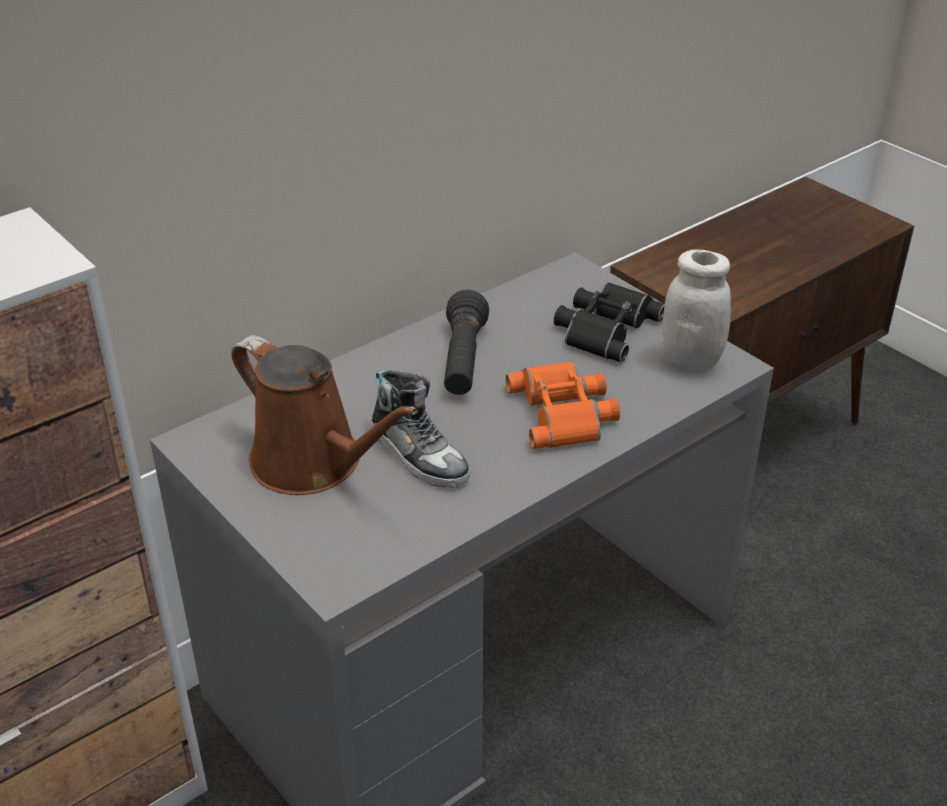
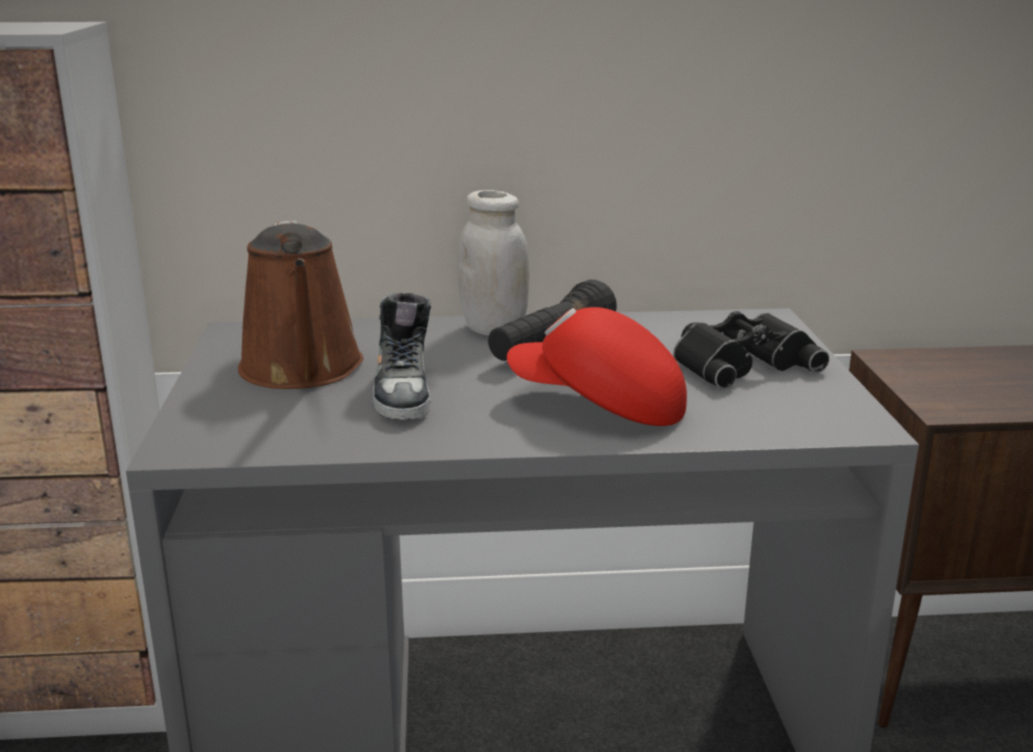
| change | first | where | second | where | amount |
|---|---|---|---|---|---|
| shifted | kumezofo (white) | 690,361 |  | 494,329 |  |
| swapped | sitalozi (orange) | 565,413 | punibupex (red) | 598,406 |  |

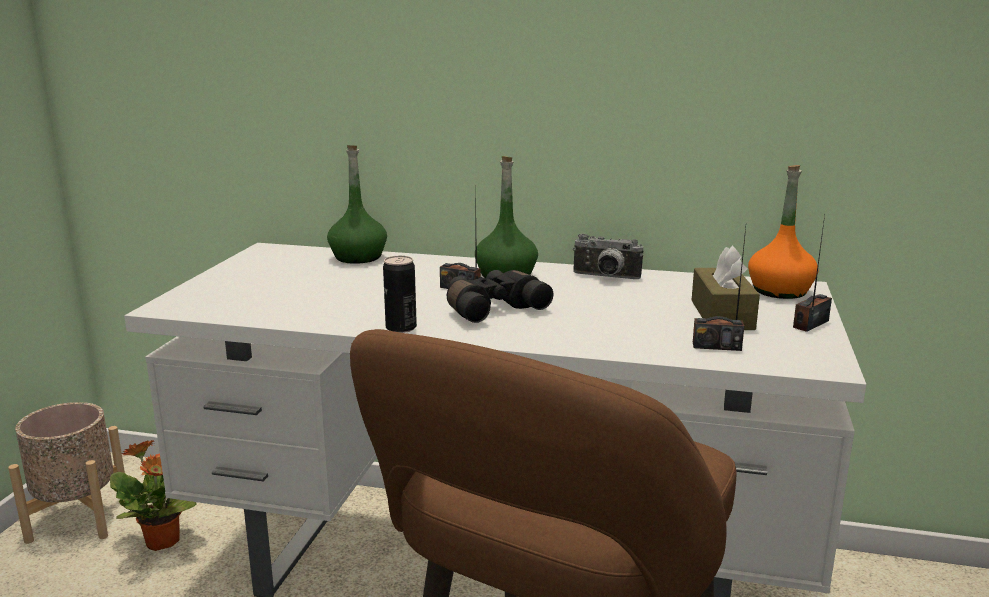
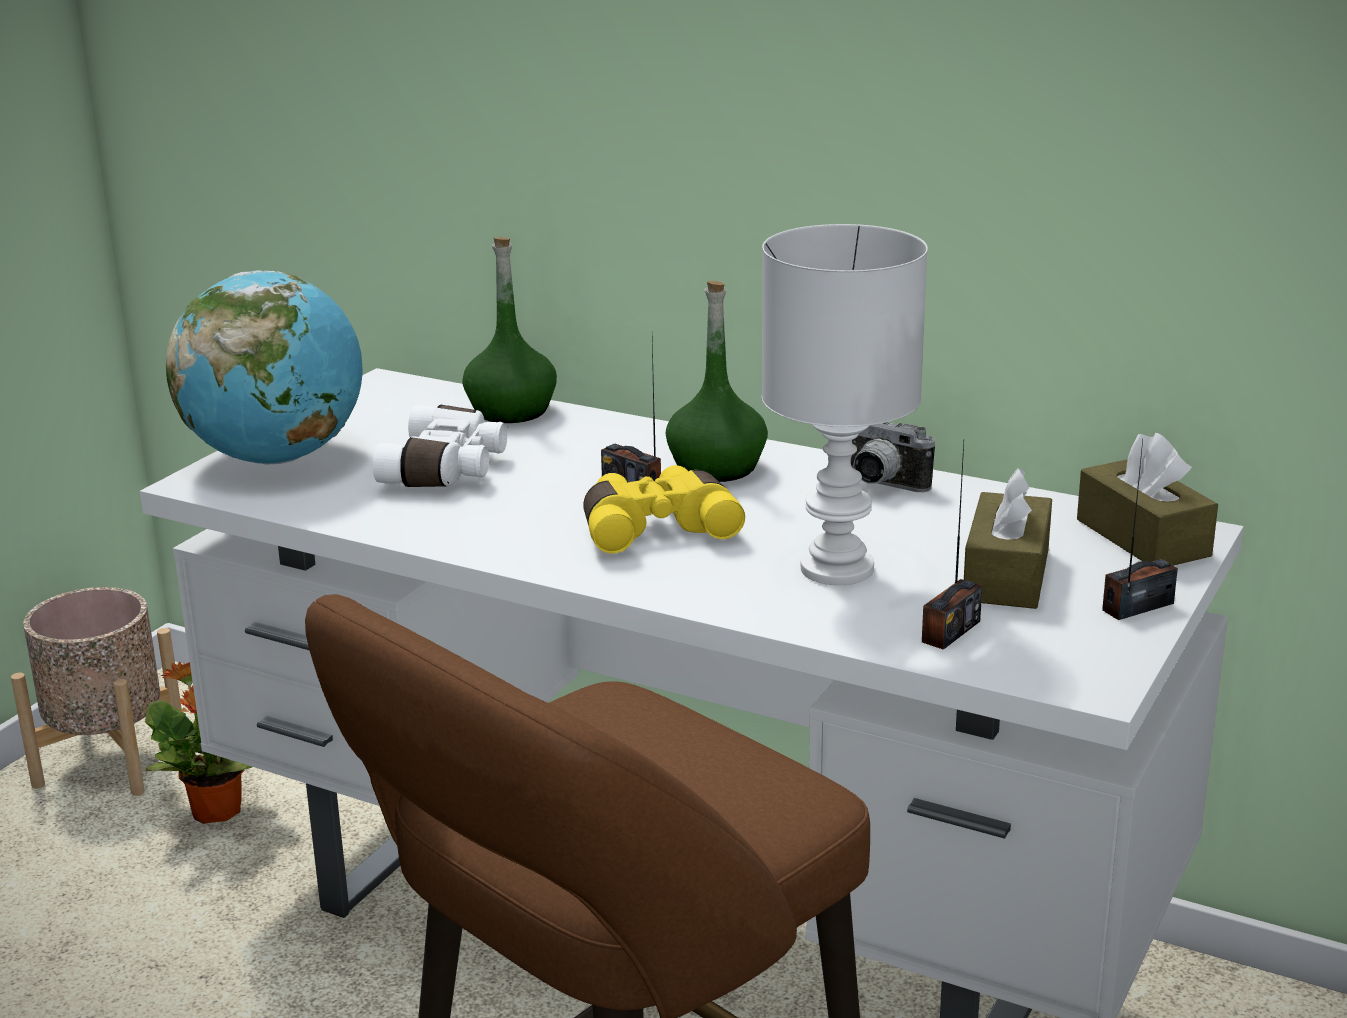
| change | first | where | second | where | amount |
|---|---|---|---|---|---|
| new |  |  | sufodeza | 277,457 |  |
| new |  |  | sitalozi (white) | 448,469 |  |
| repainted | sitalozi (black) | 492,308 | sitalozi (yellow) | 656,528 |  |
| new |  |  | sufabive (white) | 839,570 |  |
| rotated | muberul | 716,346 |  | 950,631 | 75 degrees counterclockwise |
| swapped | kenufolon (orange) | 779,291 | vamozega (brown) | 1142,538 |  |
| gone | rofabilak | 401,328 |  |  |  |

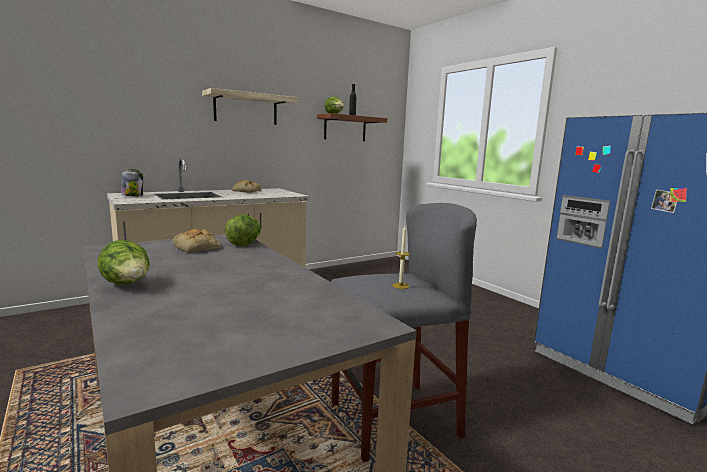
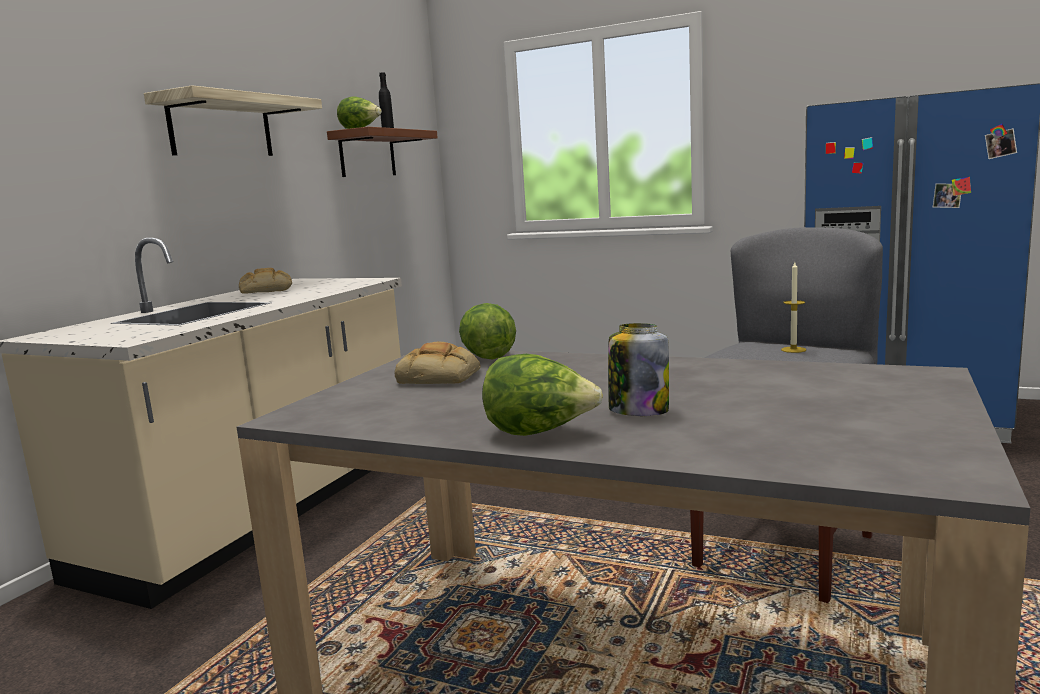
| change | first | where | second | where | amount |
|---|---|---|---|---|---|
| shifted | kumezofo | 133,196 |  | 638,410 |  |

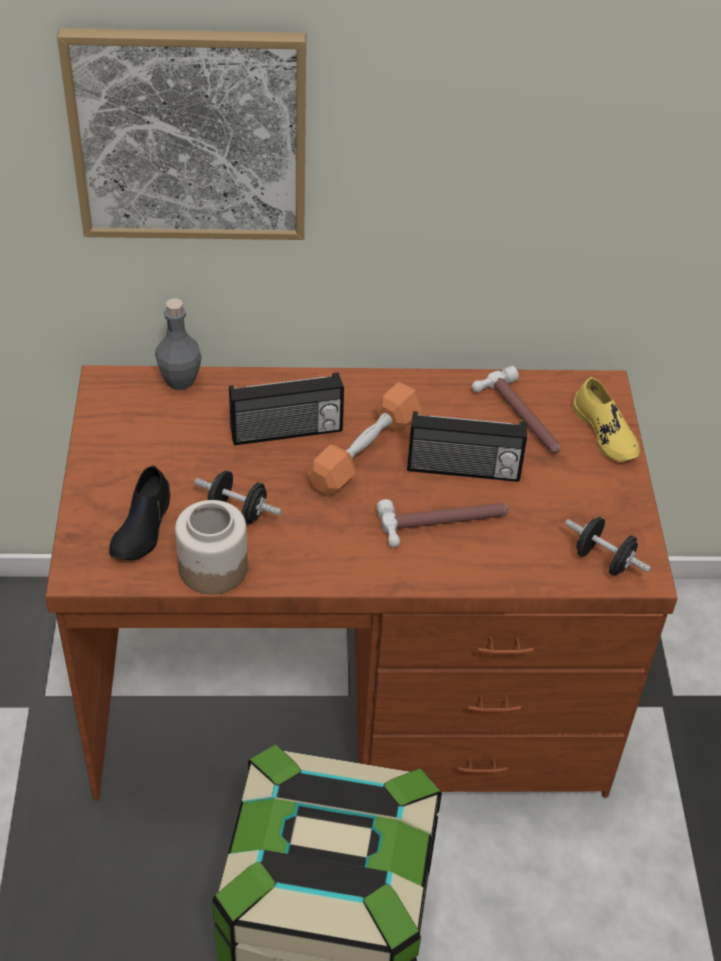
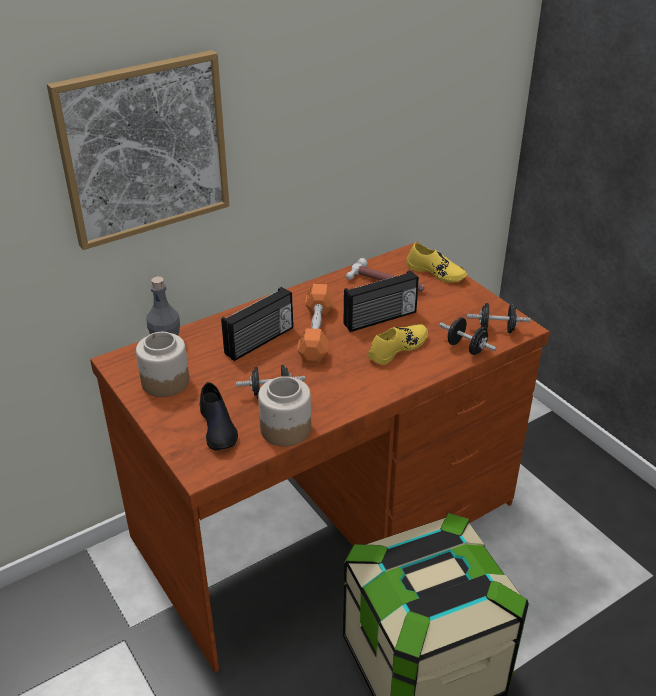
| change | first | where | second | where | amount |
|---|---|---|---|---|---|
| new |  |  | kumezofo | 165,381 |  |
| swapped | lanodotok | 445,523 | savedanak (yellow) | 397,348 |  |
| new |  |  | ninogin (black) | 466,348 |  |

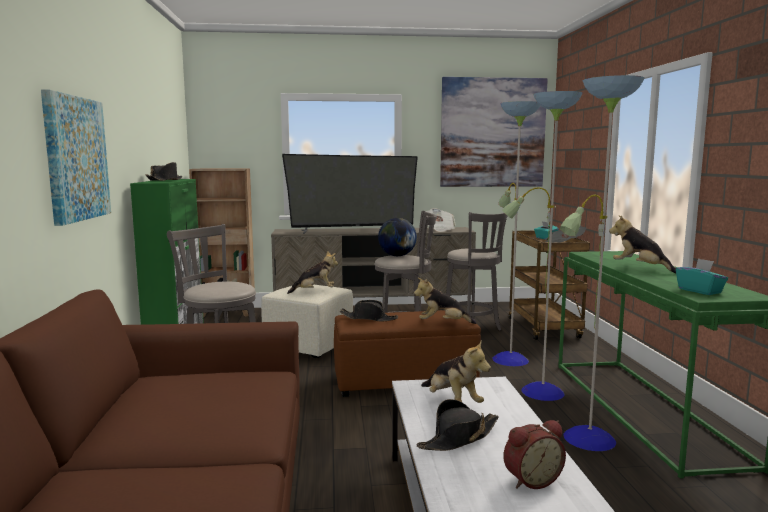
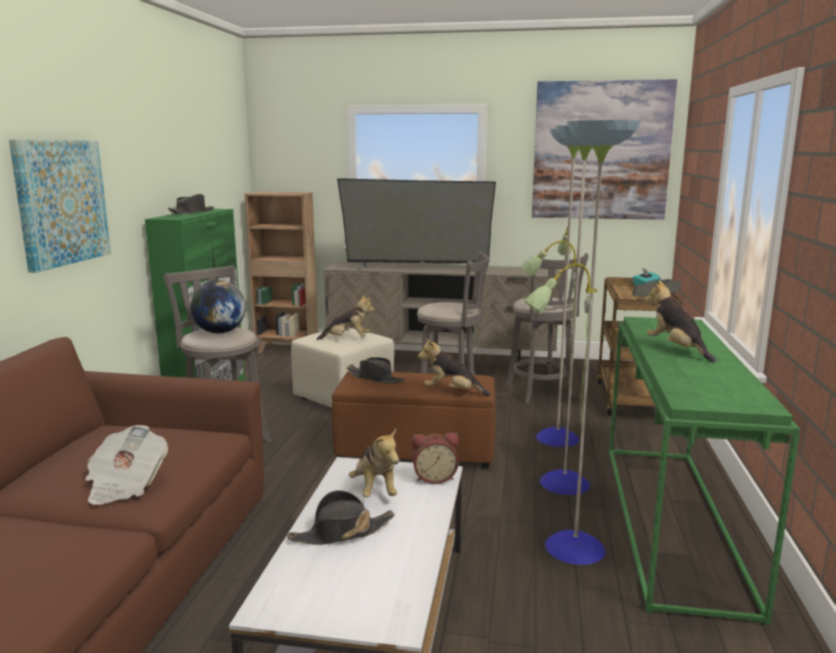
| change | first | where | second | where | amount |
|---|---|---|---|---|---|
| shifted | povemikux | 439,229 |  | 125,485 |  |
| shifted | sufodeza | 397,256 |  | 220,332 |  |
| shifted | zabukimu | 531,480 |  | 434,477 |  |
| gone | vamozega (turquoise) | 700,291 |  |  |  |

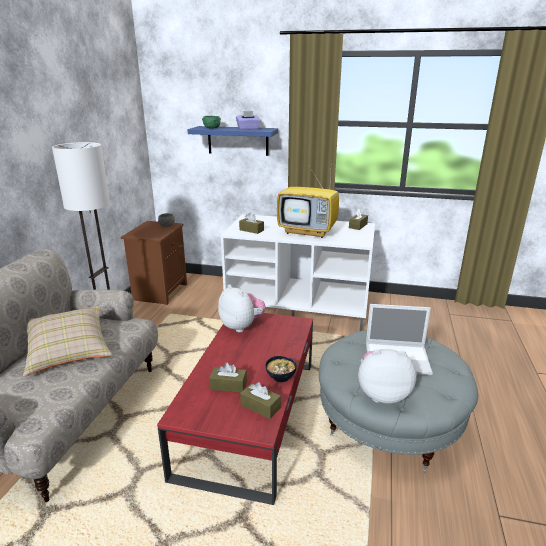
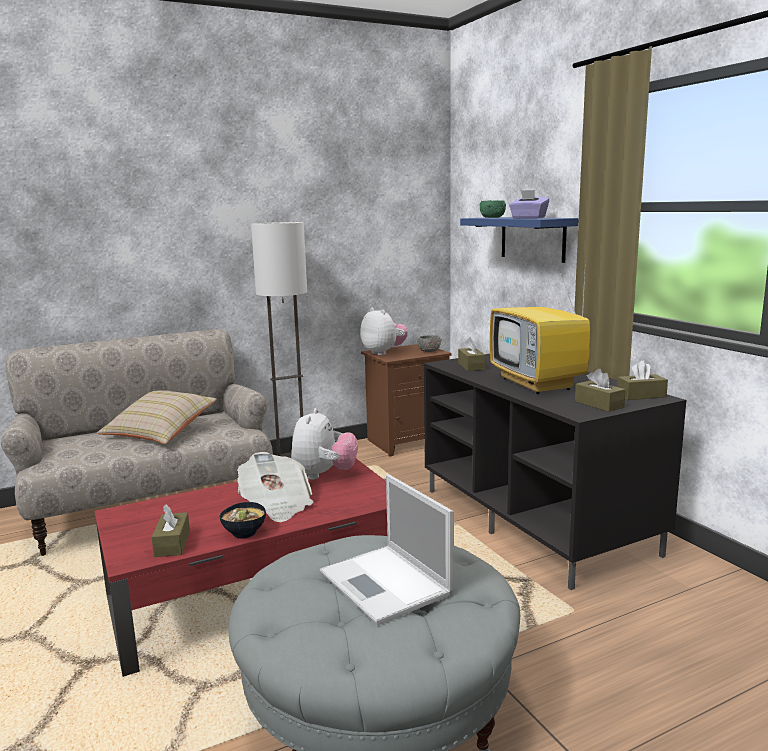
| change | first | where | second | where | amount |
|---|---|---|---|---|---|
| new |  |  | povemikux | 276,505 |  |
| shifted | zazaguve | 382,394 |  | 383,352 |  |
| repainted | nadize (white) | 299,307 | nadize (black) | 537,520 |  |
| shifted | vamozega (brown) | 228,385 |  | 599,404 |  |

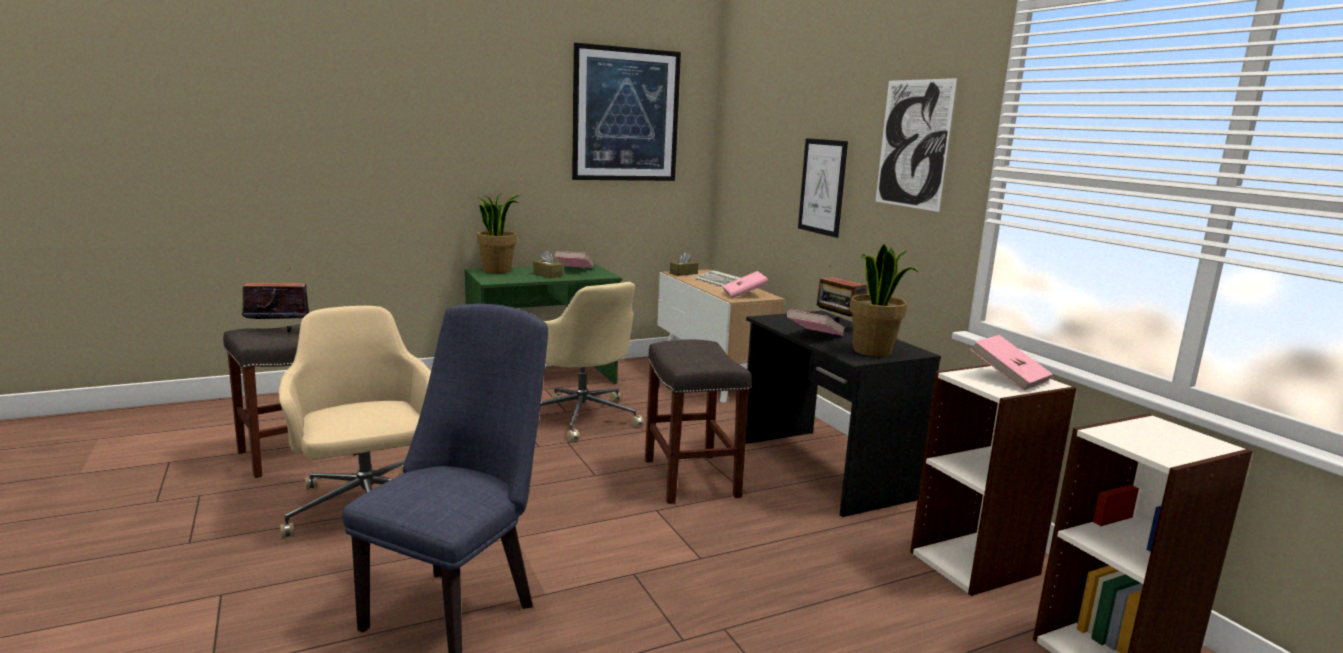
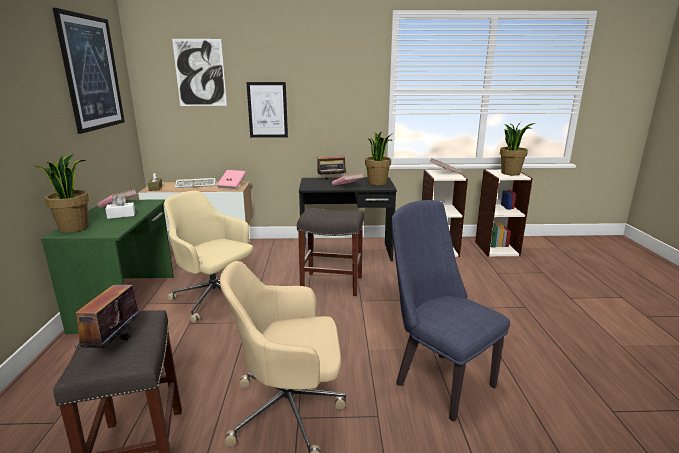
| change | first | where | second | where | amount |
|---|---|---|---|---|---|
| repainted | vamozega (brown) | 548,275 | vamozega (white) | 121,215 |  |
| rotated | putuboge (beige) | 582,416 |  | 215,298 | 135 degrees counterclockwise |
| shifted | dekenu | 913,144 |  | 200,73 |  |
| new |  |  | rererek | 510,173 |  |

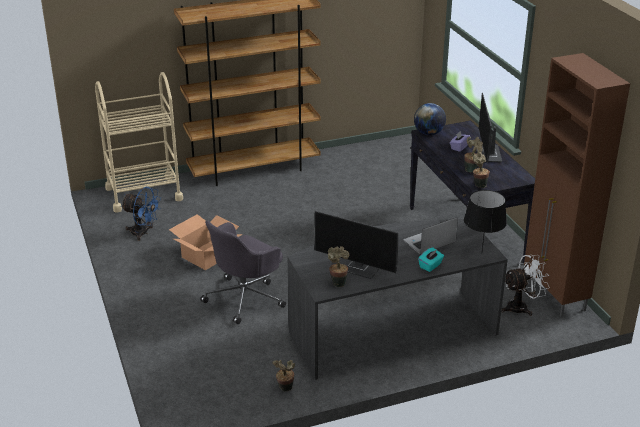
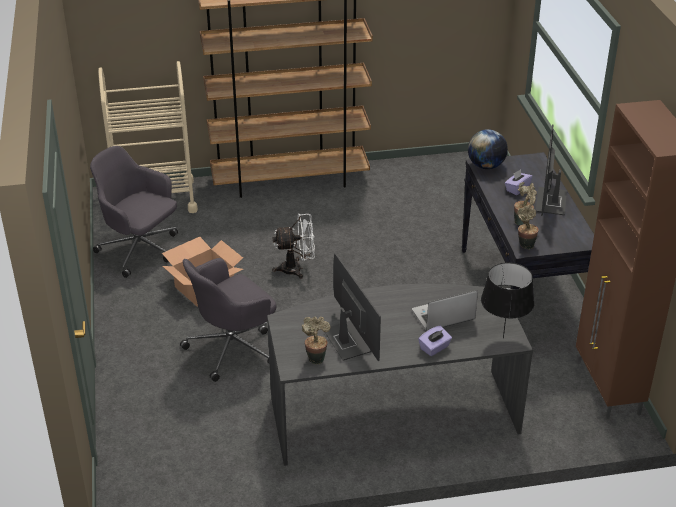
| change | first | where | second | where | amount |
|---|---|---|---|---|---|
| swapped | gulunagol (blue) | 143,233 | putuboge (grey) | 140,250 |  |
| shifted | gulunagol (white) | 521,307 |  | 297,269 |  |
| rotated | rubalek | 358,267 |  | 346,340 | 150 degrees counterclockwise |
| repainted | vamozega (turquoise) | 430,266 | vamozega (purple) | 434,348 |  |
| gone | rererek | 284,388 |  |  |  |

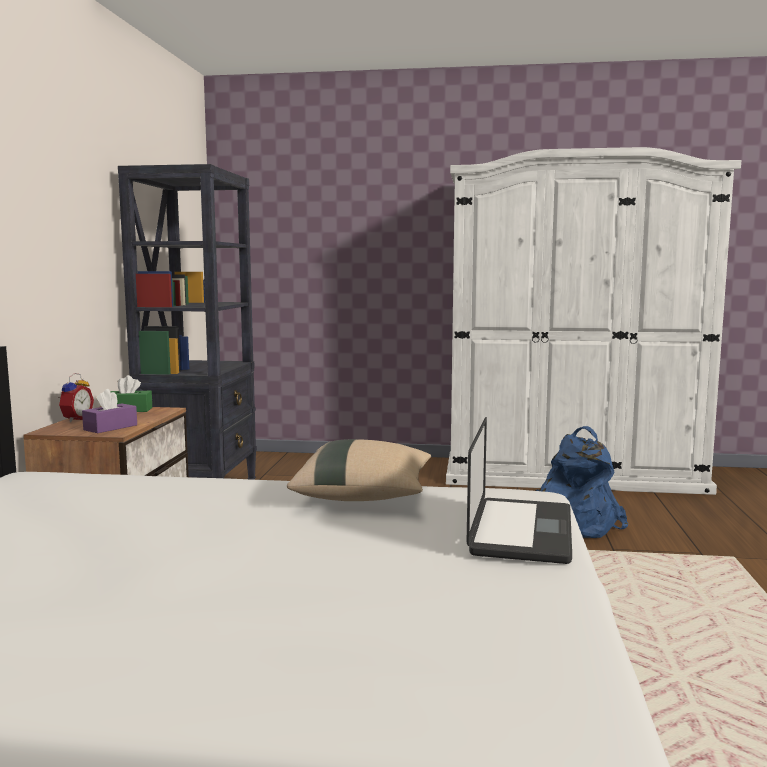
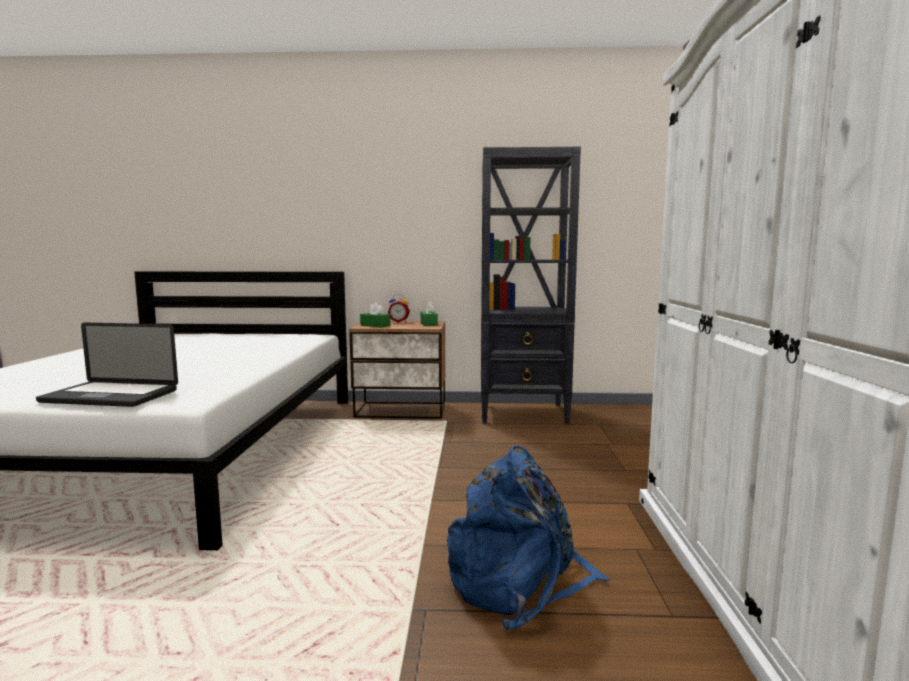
| change | first | where | second | where | amount |
|---|---|---|---|---|---|
| repainted | vamozega (purple) | 110,427 | vamozega (green) | 375,325 |  |
| gone | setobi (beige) | 364,495 |  |  |  |

